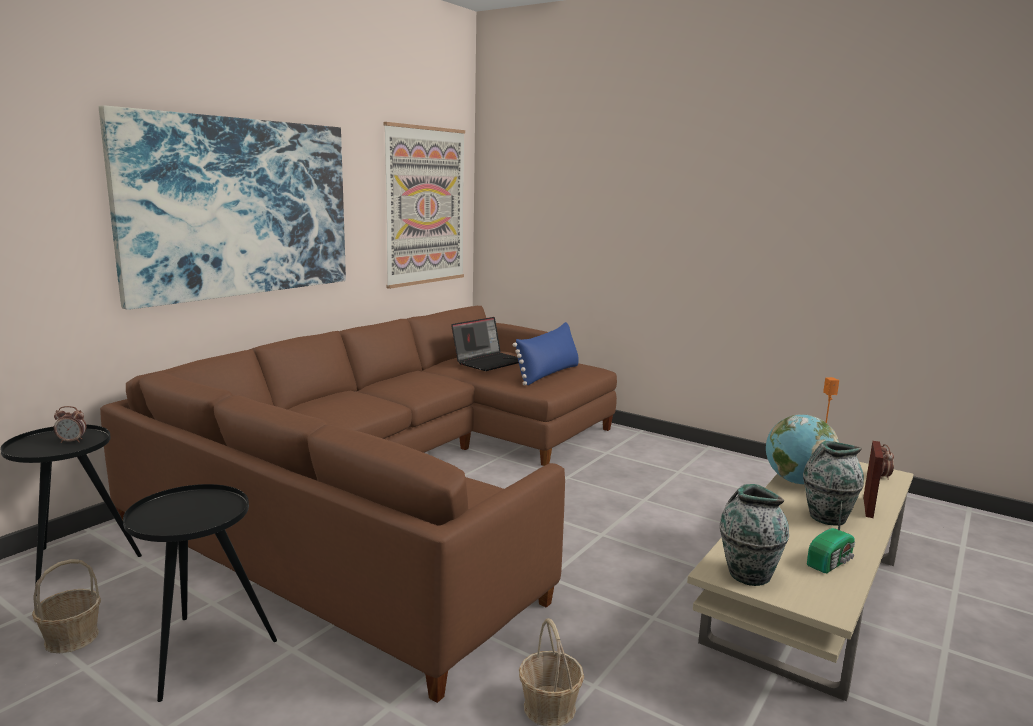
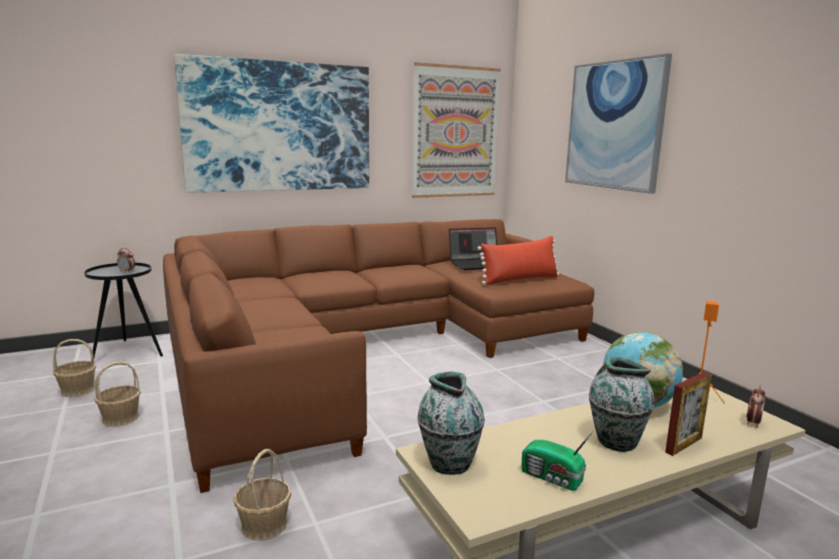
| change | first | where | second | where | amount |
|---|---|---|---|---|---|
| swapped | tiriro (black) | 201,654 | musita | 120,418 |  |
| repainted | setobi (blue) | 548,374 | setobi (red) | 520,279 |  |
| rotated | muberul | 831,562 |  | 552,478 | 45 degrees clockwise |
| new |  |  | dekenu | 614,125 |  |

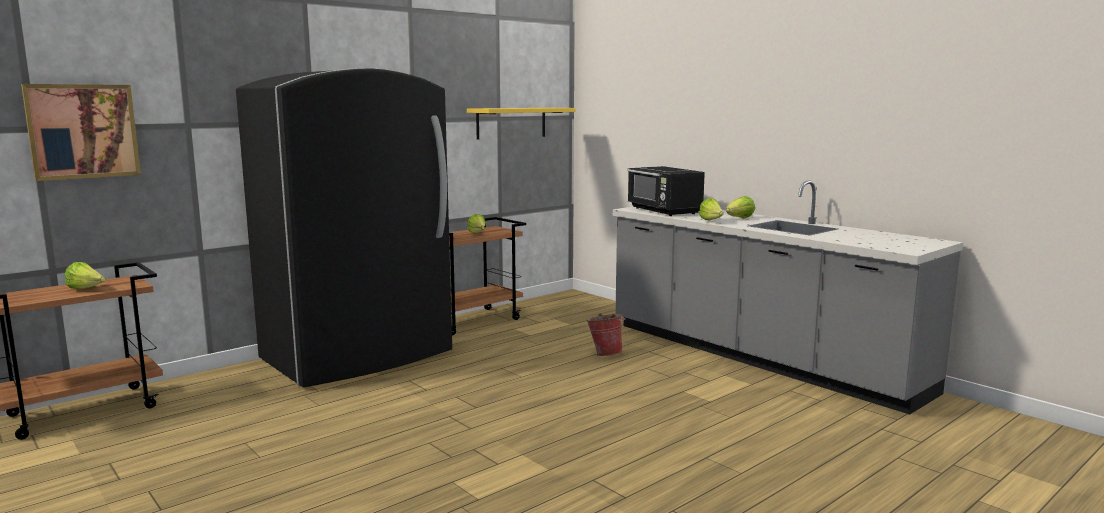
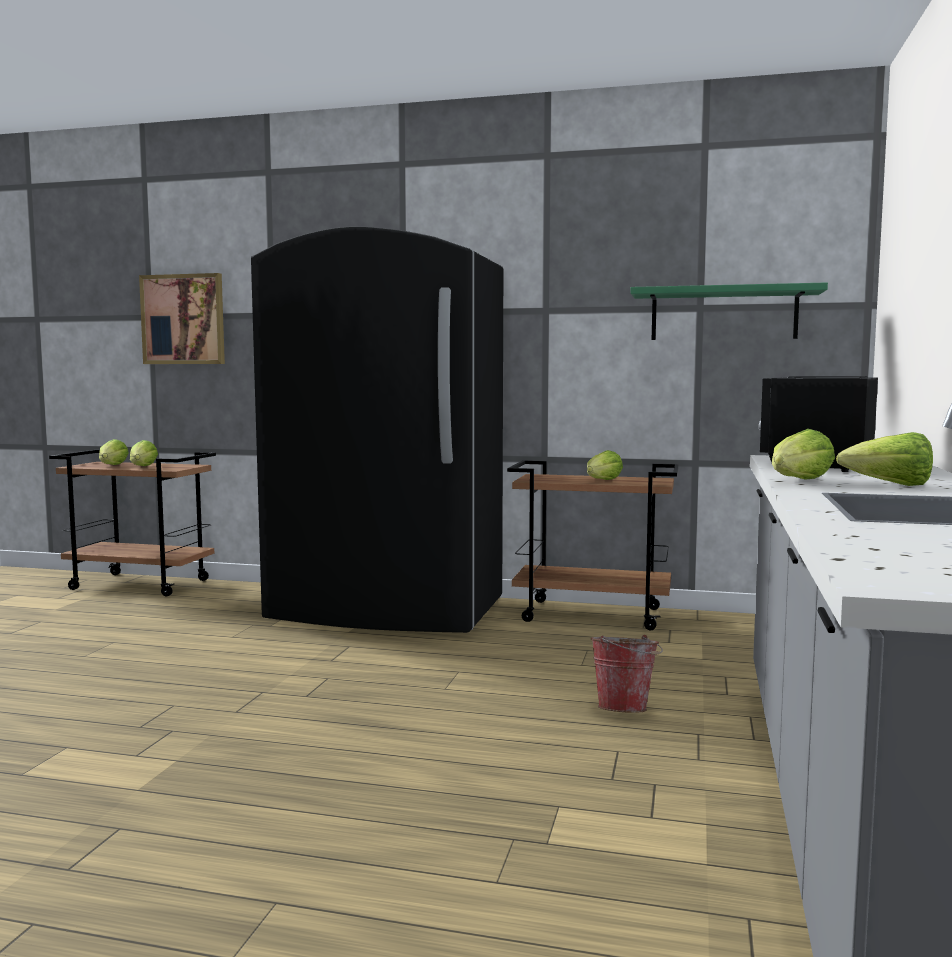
| change | first | where | second | where | amount |
|---|---|---|---|---|---|
| new |  |  | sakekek | 112,466 |  |
| repainted | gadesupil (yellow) | 511,123 | gadesupil (green) | 723,314 |  |

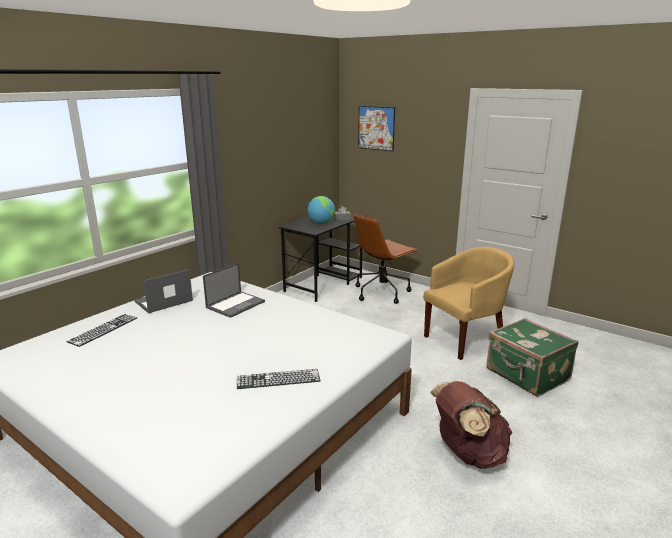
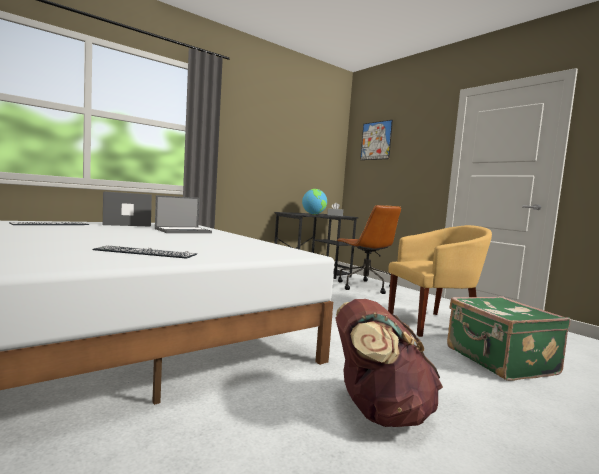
| change | first | where | second | where | amount |
|---|---|---|---|---|---|
| rotated | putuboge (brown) | 382,292 |  | 364,286 | 90 degrees counterclockwise |

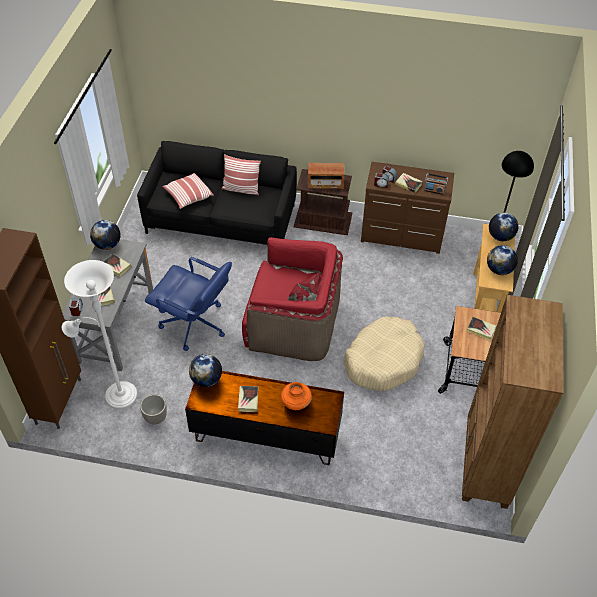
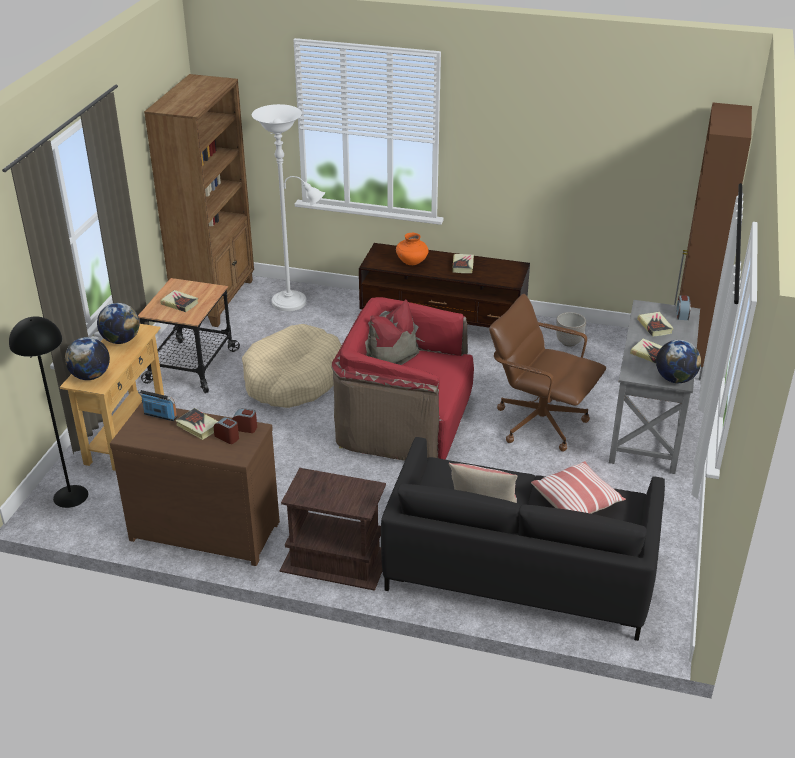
| change | first | where | second | where | amount |
|---|---|---|---|---|---|
| shifted | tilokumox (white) | 117,395 |  | 294,302 |  |
| repainted | putuboge (blue) | 194,325 | putuboge (brown) | 540,422 |  |
| gone | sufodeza | 206,380 |  |  |  |
| gone | muberul | 325,183 |  |  |  |

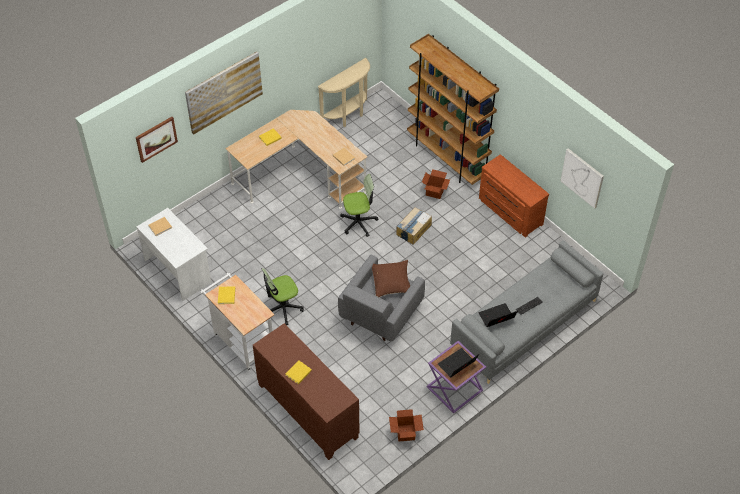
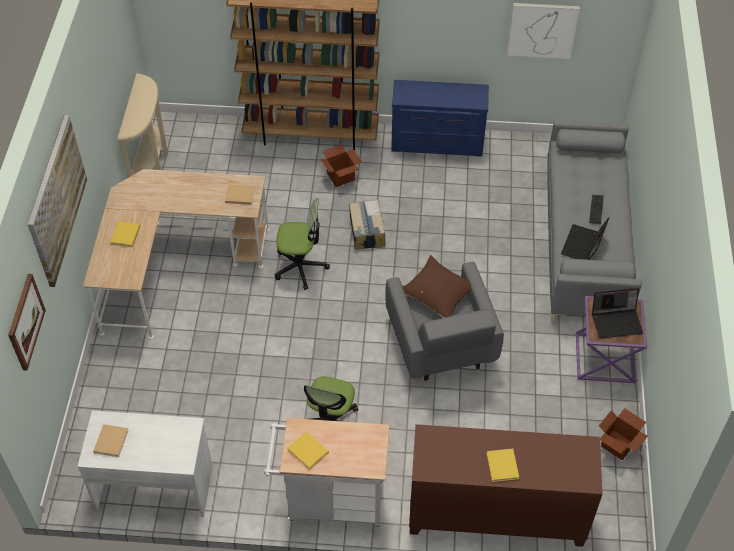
| change | first | where | second | where | amount |
|---|---|---|---|---|---|
| rotated | putuboge | 358,222 |  | 300,267 | 60 degrees clockwise |
| repainted | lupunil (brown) | 509,212 | lupunil (blue) | 437,143 |  |
| rotated | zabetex | 457,365 |  | 616,321 | 105 degrees counterclockwise |

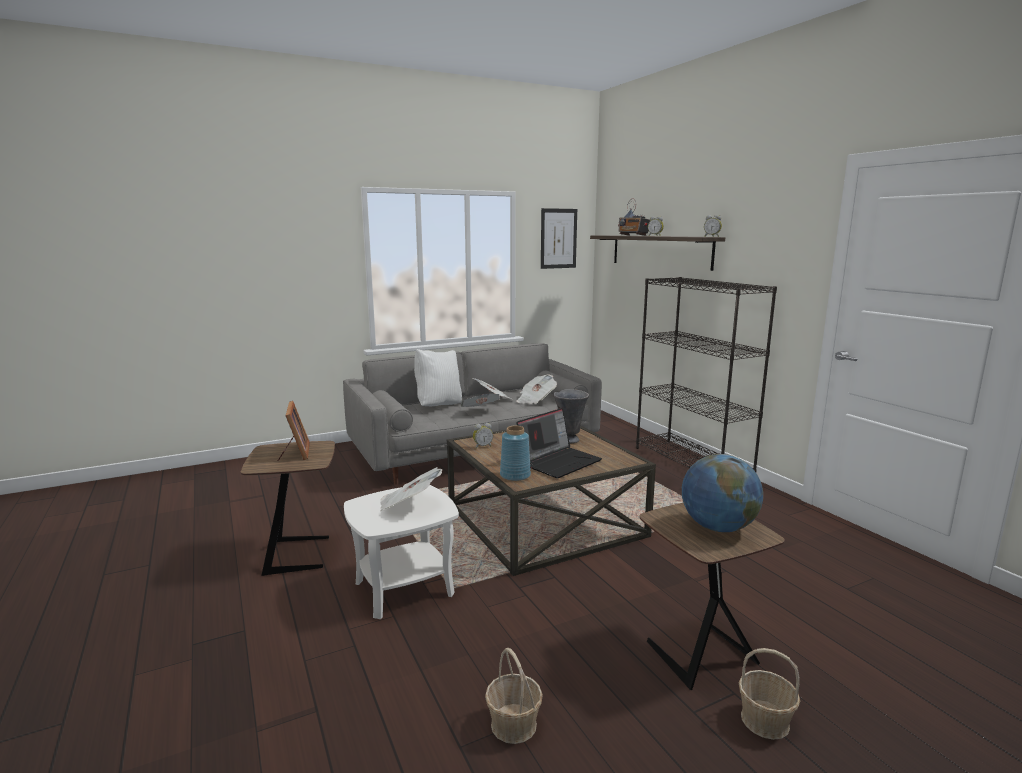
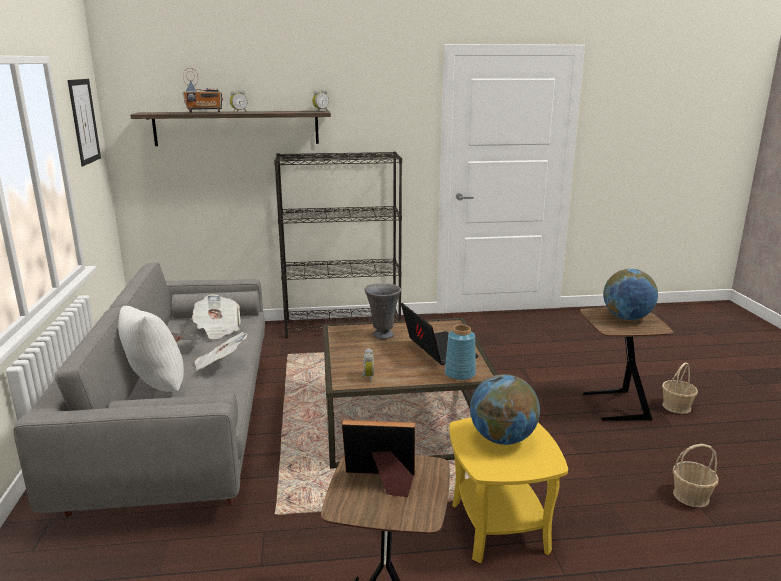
| change | first | where | second | where | amount |
|---|---|---|---|---|---|
| repainted | tiriro (white) | 404,588 | tiriro (yellow) | 499,526 |  |
| swapped | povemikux | 409,505 | sufodeza | 502,438 |  |

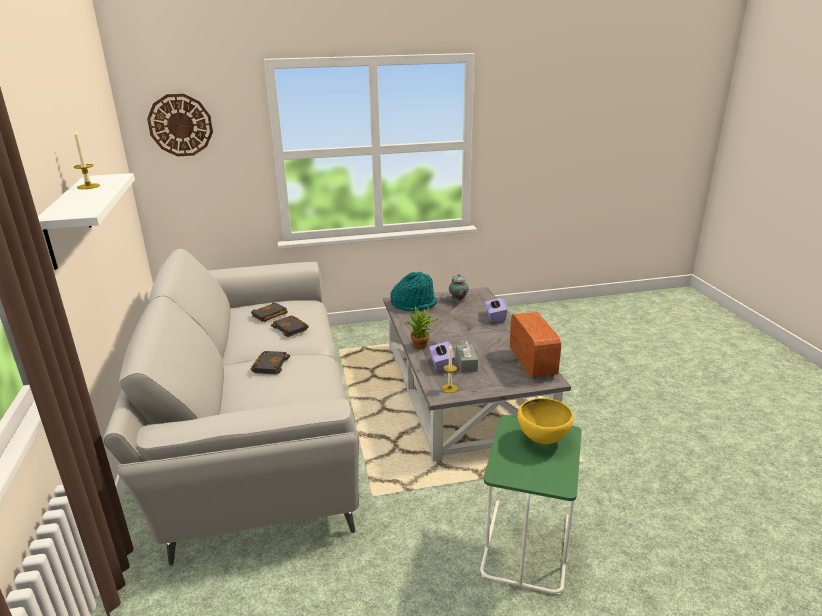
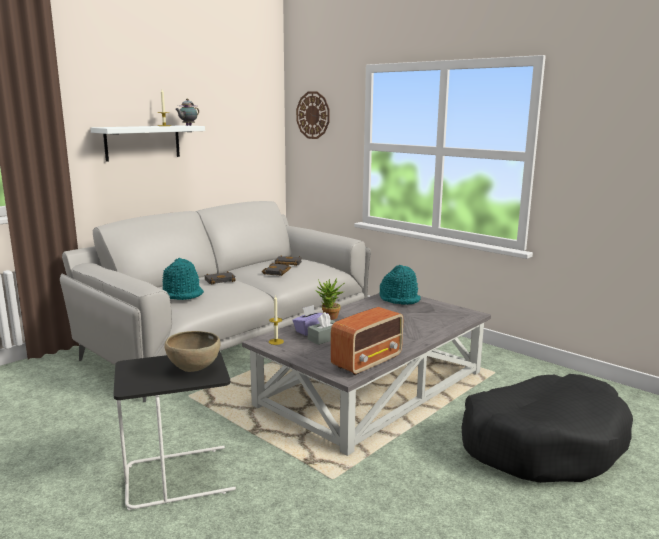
| change | first | where | second | where | amount |
|---|---|---|---|---|---|
| repainted | tiriro (green) | 525,544 | tiriro (black) | 180,476 |  |
| new |  |  | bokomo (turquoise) | 182,294 |  |
| repainted | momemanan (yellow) | 543,439 | momemanan (brown) | 194,370 |  |
| shifted | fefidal | 458,300 |  | 187,125 |  |
| new |  |  | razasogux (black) | 542,443 |  |
| gone | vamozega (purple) | 495,317 |  |  |  |

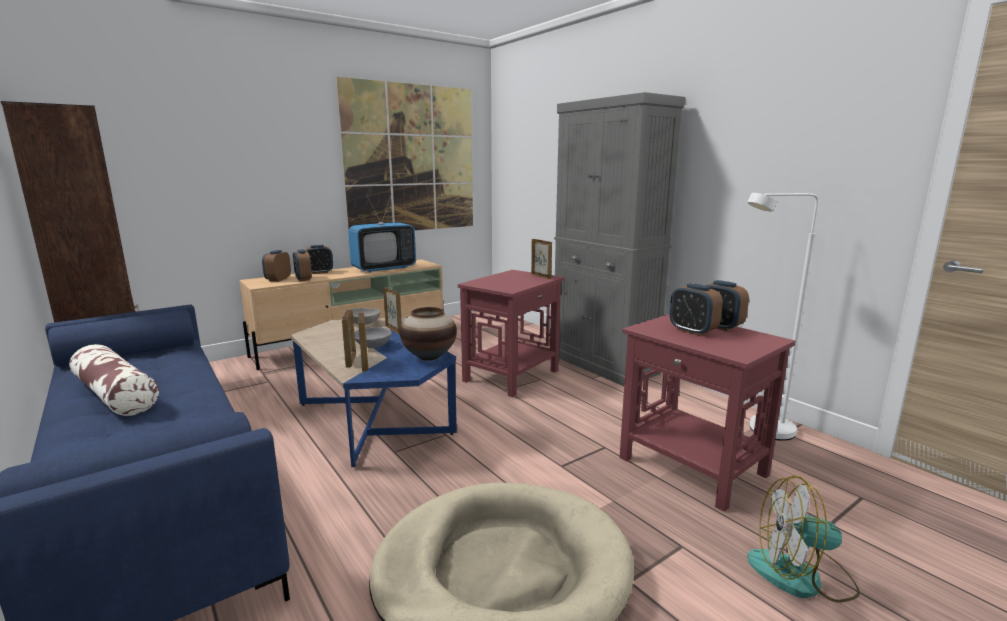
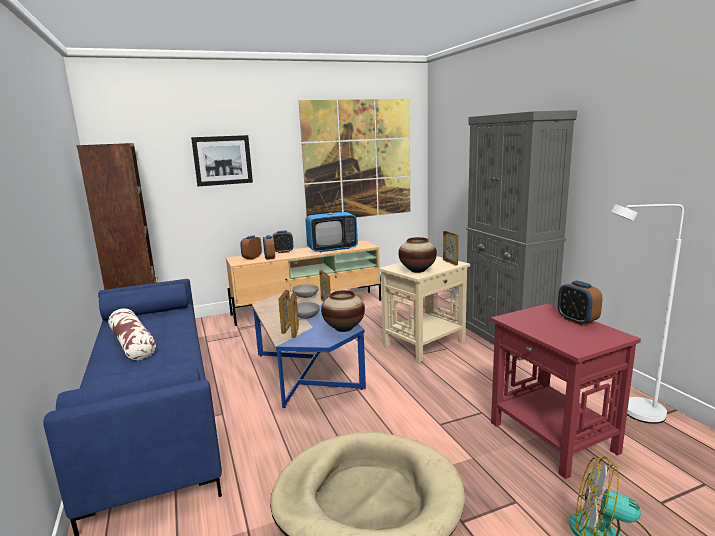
| change | first | where | second | where | amount |
|---|---|---|---|---|---|
| new |  |  | dekenu | 222,160 |  |
| repainted | tiriro (red) | 512,376 | tiriro (beige) | 424,343 |  |
| new |  |  | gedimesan | 417,270 |  |
| gone | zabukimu | 692,331 |  |  |  |

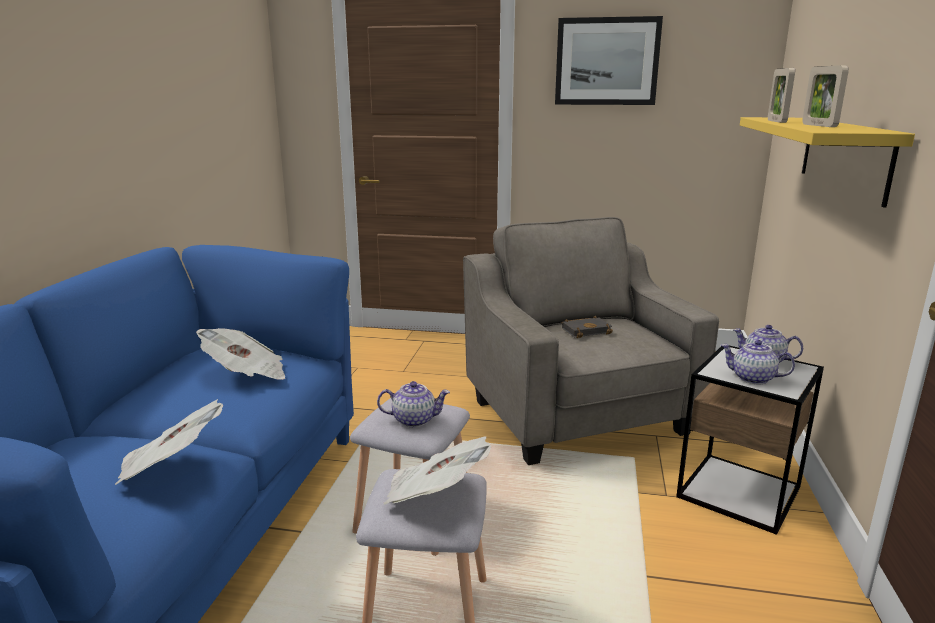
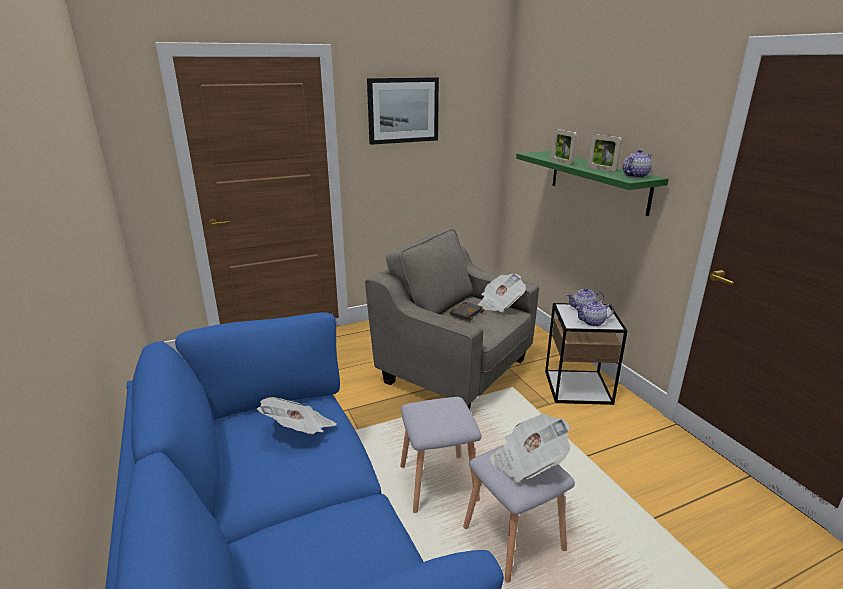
| change | first | where | second | where | amount |
|---|---|---|---|---|---|
| shifted | povemikux | 172,466 |  | 499,304 |  |
| repainted | gadesupil (yellow) | 843,156 | gadesupil (green) | 598,181 |  |
| shifted | fefidal | 414,420 |  | 635,176 |  |

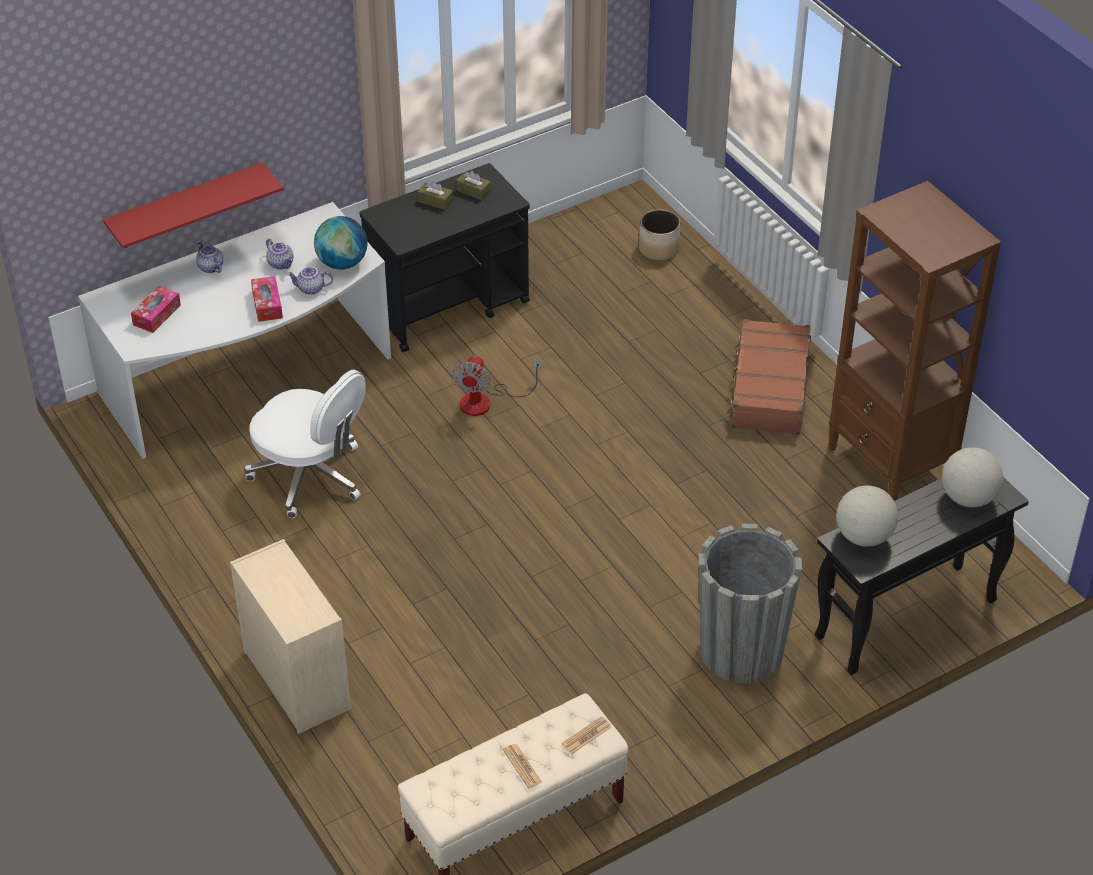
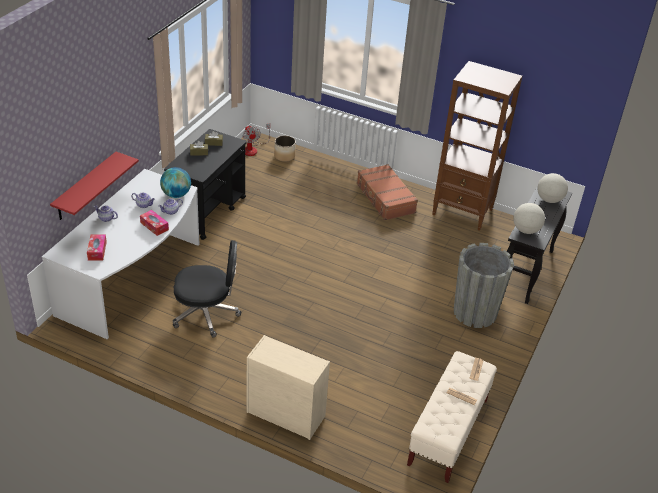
| change | first | where | second | where | amount |
|---|---|---|---|---|---|
| repainted | putuboge (white) | 311,476 | putuboge (black) | 206,313 |  |
| shifted | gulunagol | 486,401 |  | 253,149 |  |

